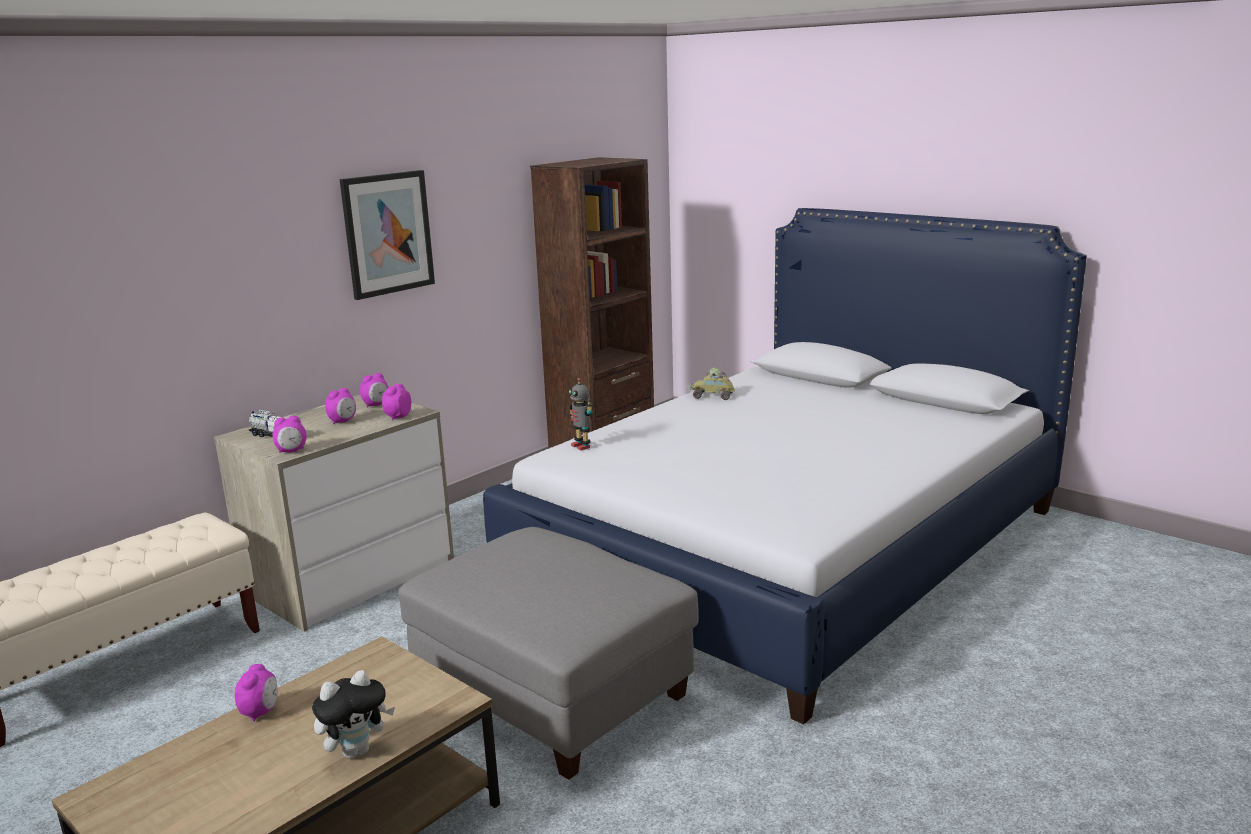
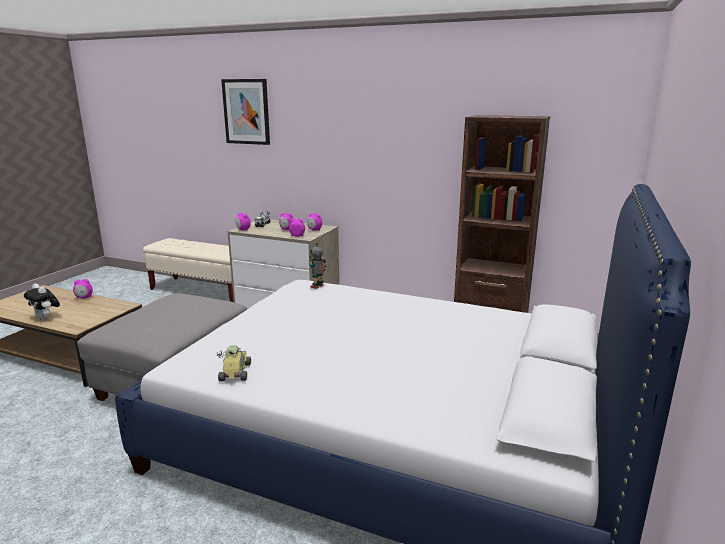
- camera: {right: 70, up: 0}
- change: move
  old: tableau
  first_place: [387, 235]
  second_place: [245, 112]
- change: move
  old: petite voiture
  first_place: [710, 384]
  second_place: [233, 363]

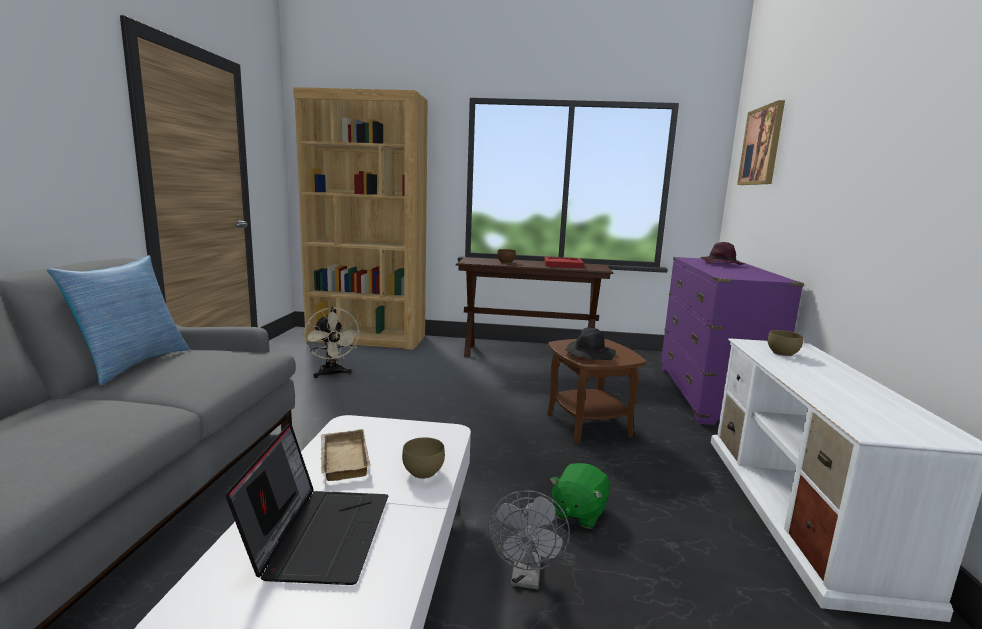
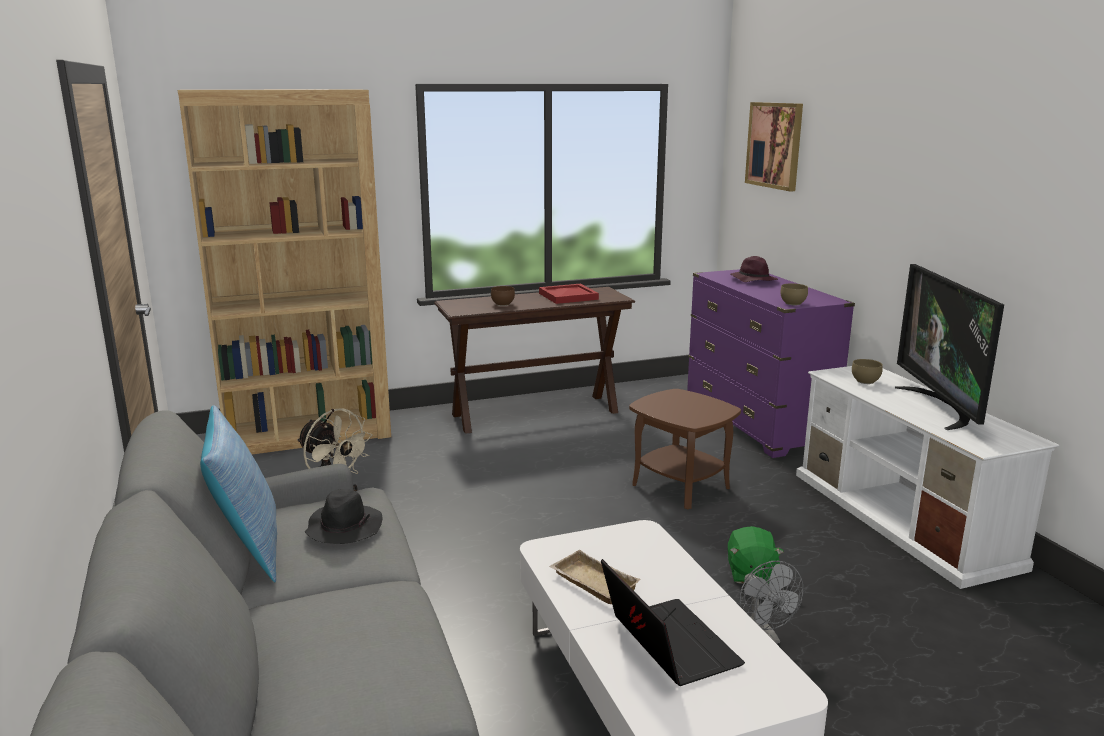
- camera: {right: -25, up: 5}
- change: insert
  new: téléviseur
  second_place: [949, 347]
- change: move
  old: bol [marron]
  first_place: [423, 458]
  second_place: [794, 294]
- change: move
  old: chapeau [noir]
  first_place: [590, 344]
  second_place: [343, 516]

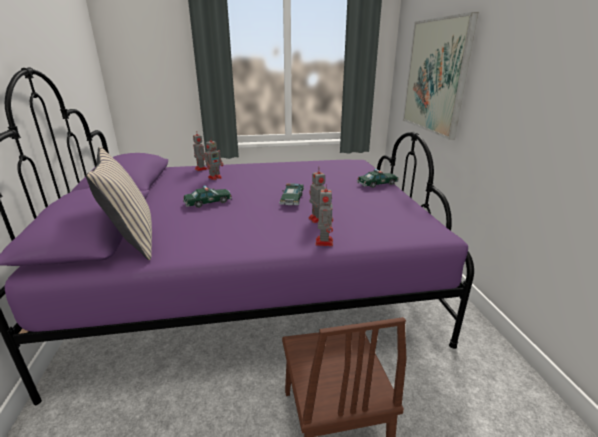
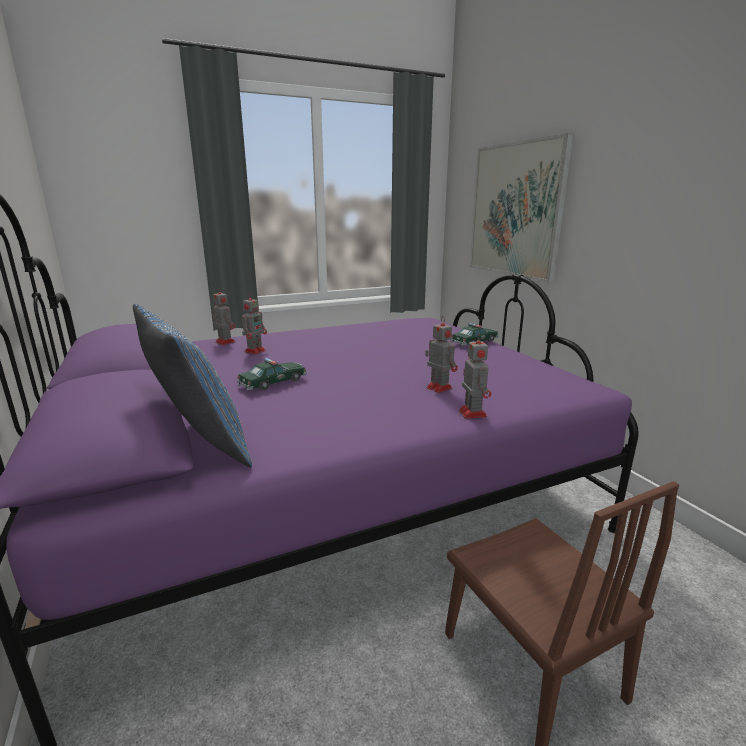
- camera: {right: -15, up: -5}
- change: delete
  old: petite voiture
  first_place: [291, 194]
- change: recolor
  old: coussin [beige]
  new: coussin [bleu]
  first_place: [119, 204]
  second_place: [192, 385]

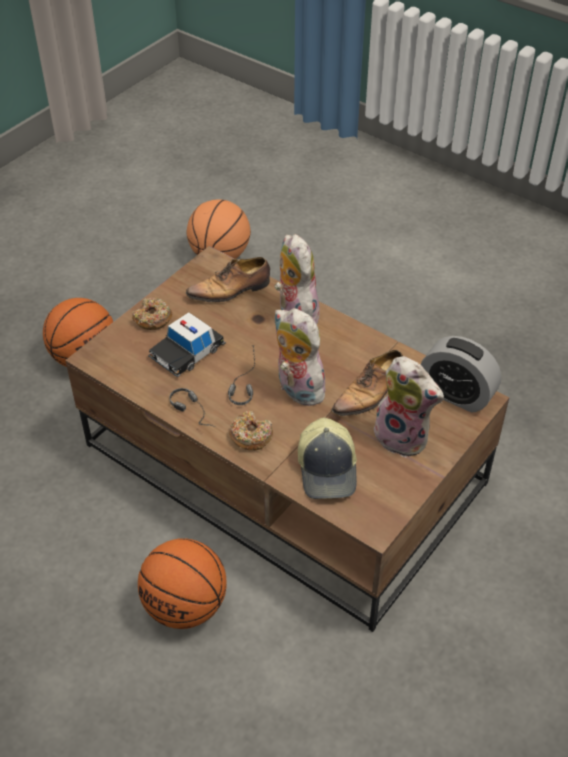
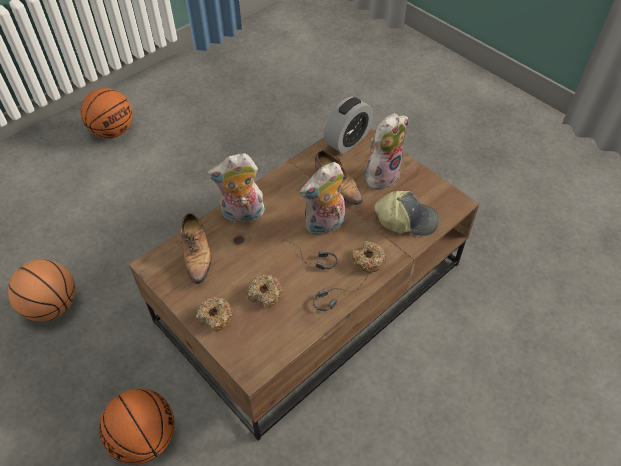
- camera: {right: -80, up: 5}
- change: move
  old: ballon de basket
  first_place: [182, 583]
  second_place: [106, 113]
- change: replace
  old: petite voiture
  new: beignet
  first_place: [187, 344]
  second_place: [265, 291]

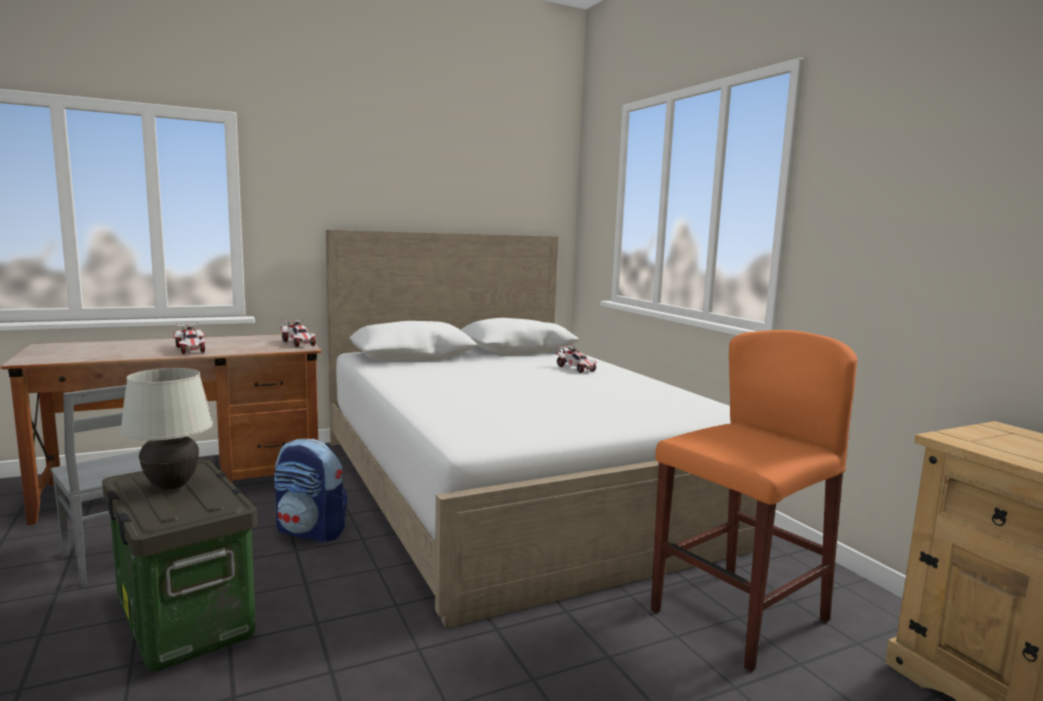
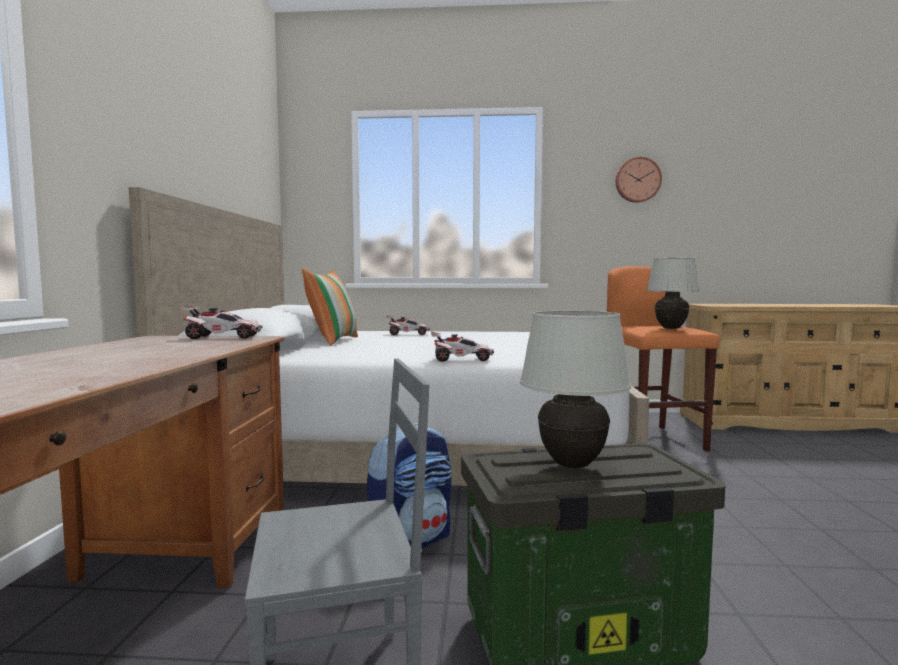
- camera: {right: -60, up: -5}
- change: insert
  new: coussin
  second_place: [330, 307]
- change: insert
  new: horloge murale
  second_place: [638, 180]
- change: insert
  new: lampe de table [blanc]
  second_place: [673, 293]
- change: move
  old: petite voiture
  first_place: [189, 338]
  second_place: [462, 346]

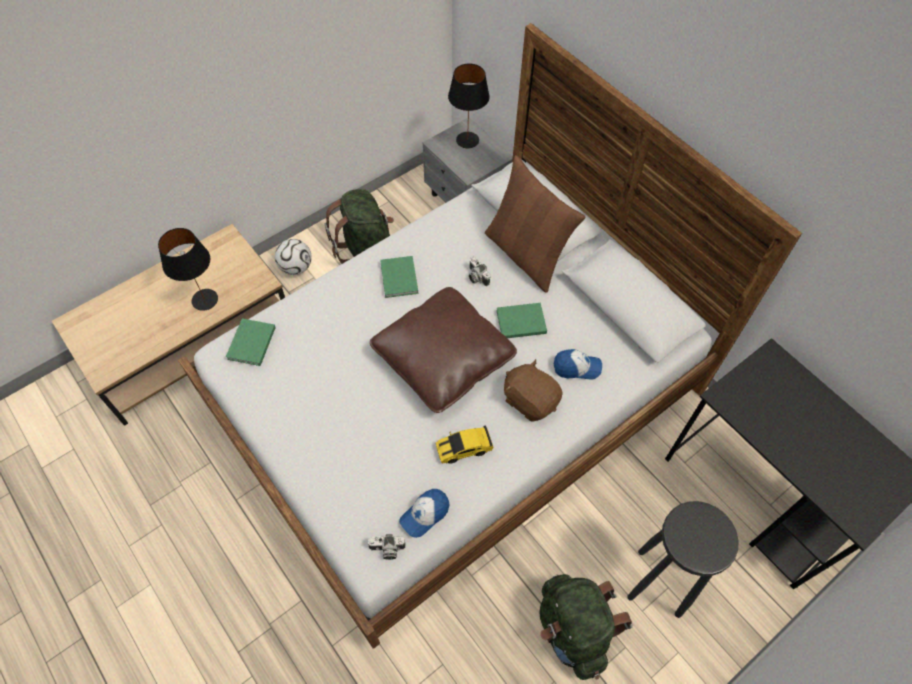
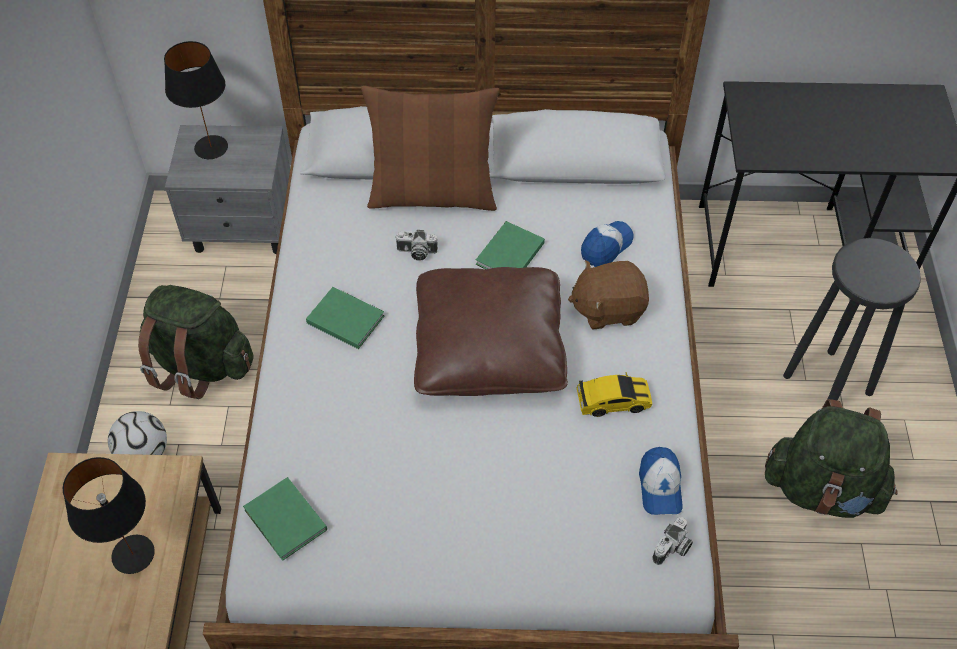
- camera: {right: -50, up: -5}
- change: rotate
  old: petite voiture
  first_place: [465, 445]
  second_place: [614, 394]
  degrees: -120

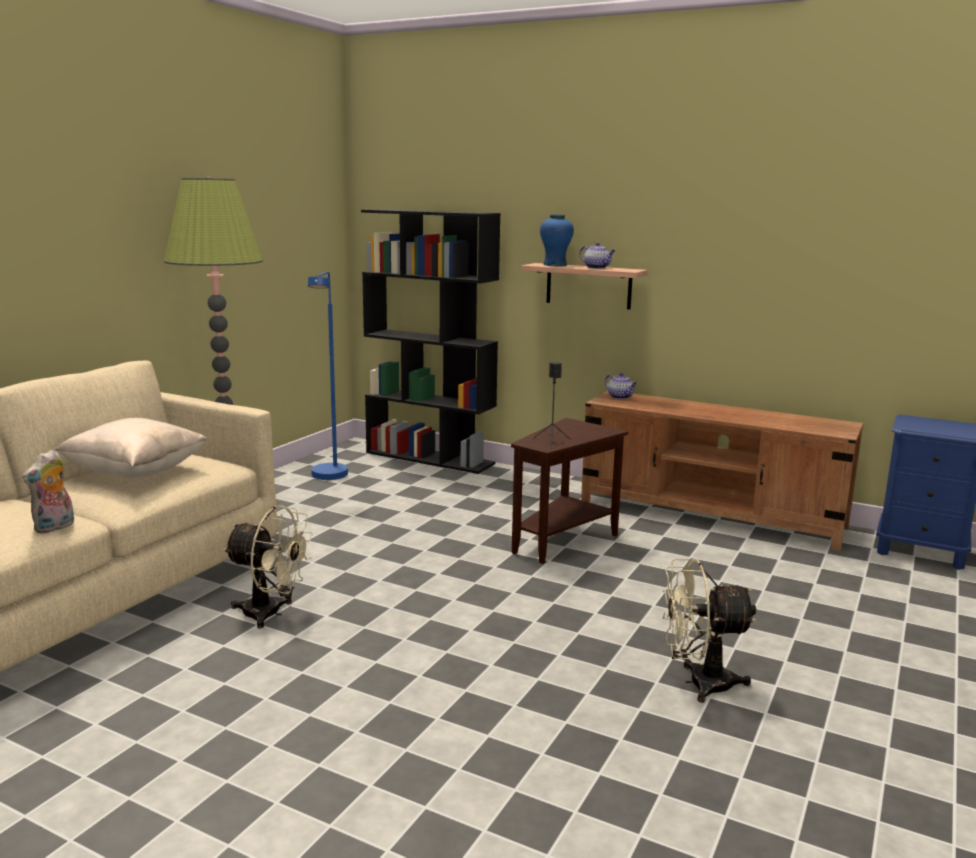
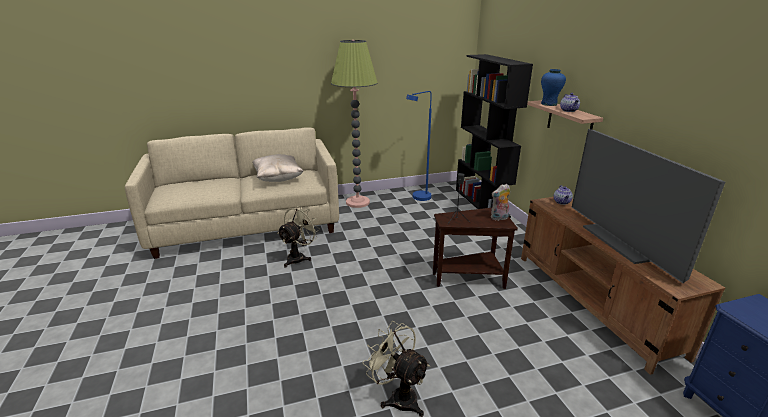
- camera: {right: 45, up: 10}
- change: insert
  new: téléviseur
  second_place: [648, 206]
- change: move
  old: peluche
  first_place: [48, 491]
  second_place: [500, 202]
- change: rotate
  old: ventilateur [beige]
  first_place: [268, 566]
  second_place: [298, 236]
  degrees: -120

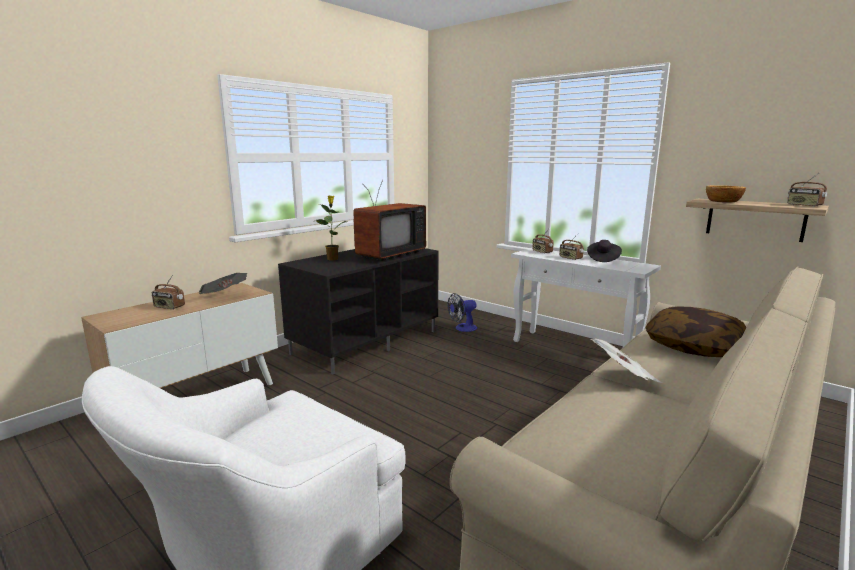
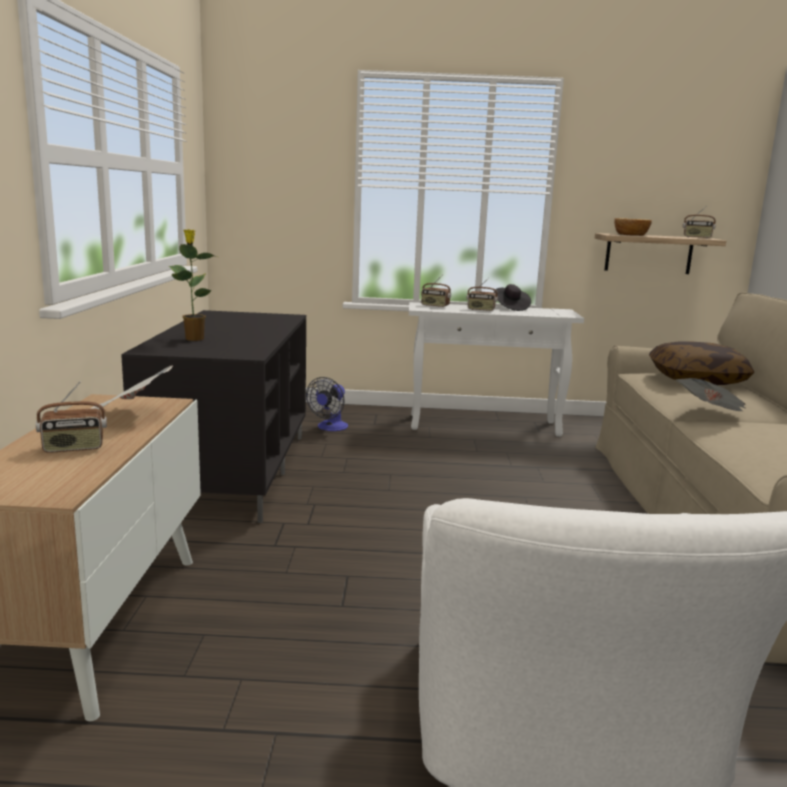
- camera: {right: -40, up: 0}
- change: delete
  old: téléviseur
  first_place: [389, 220]

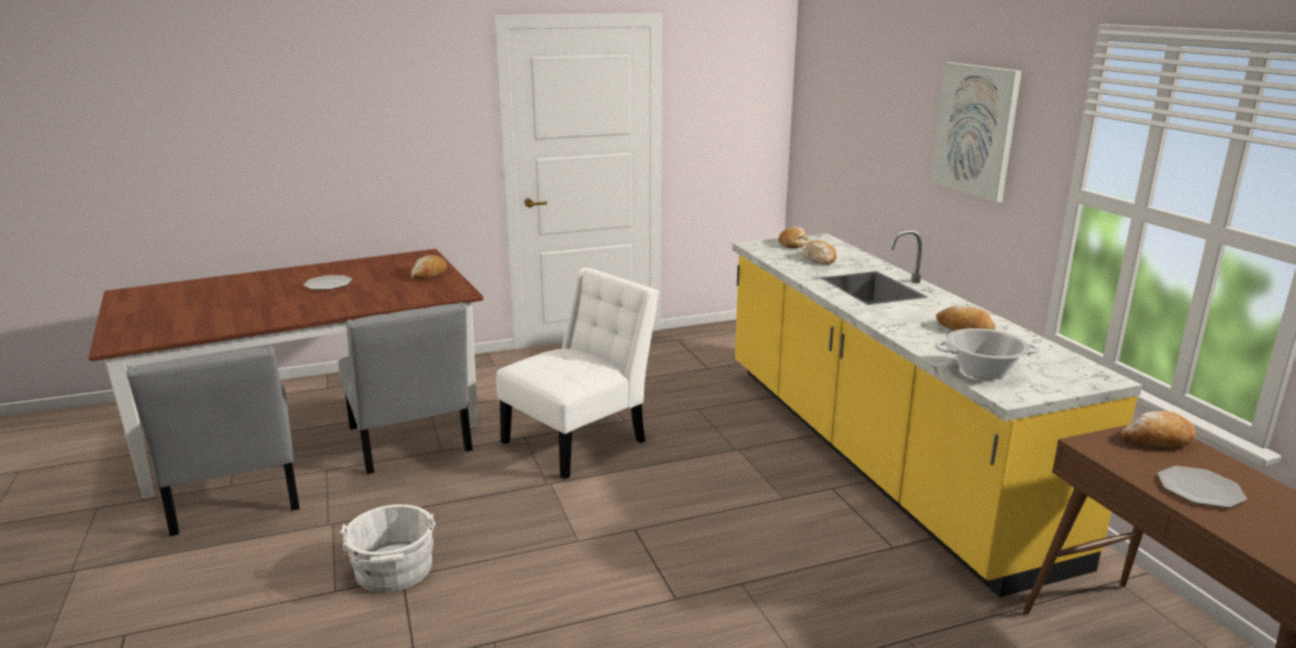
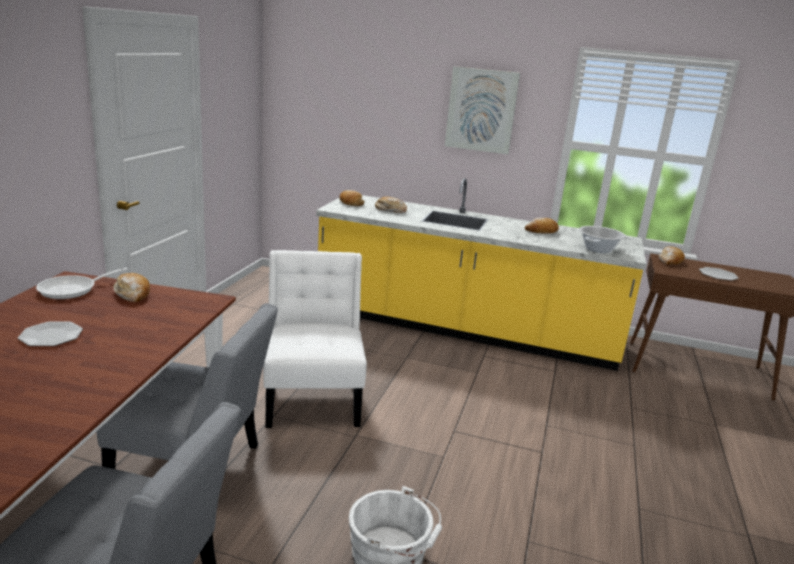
- camera: {right: -55, up: 0}
- change: insert
  new: poêle
  second_place: [82, 283]

